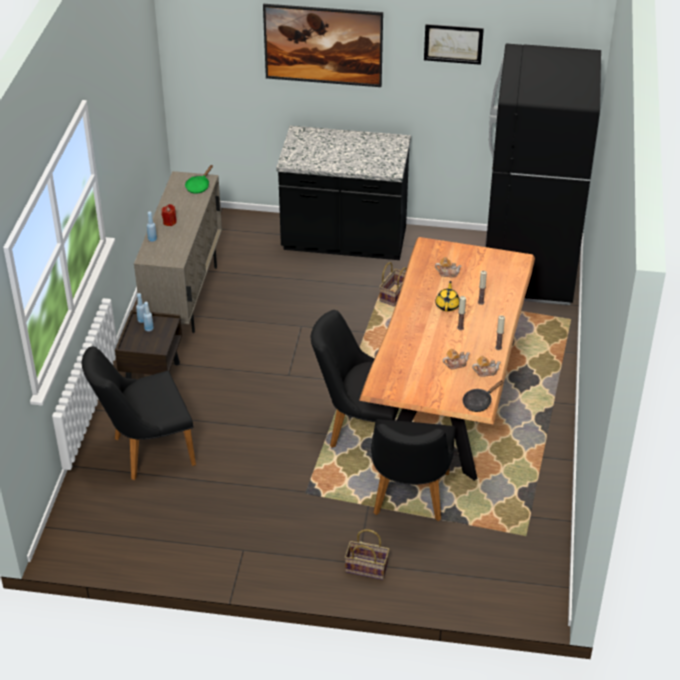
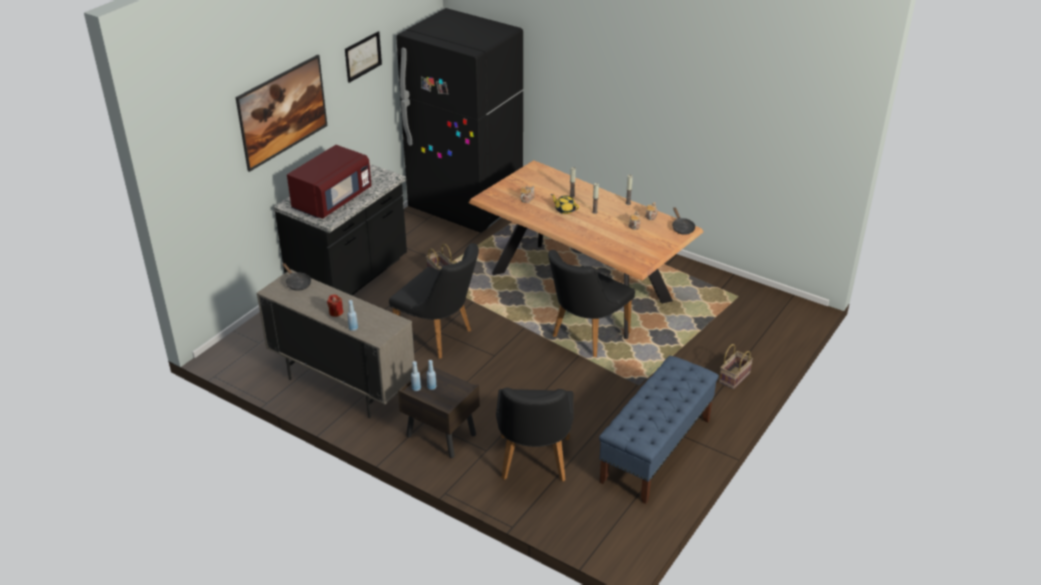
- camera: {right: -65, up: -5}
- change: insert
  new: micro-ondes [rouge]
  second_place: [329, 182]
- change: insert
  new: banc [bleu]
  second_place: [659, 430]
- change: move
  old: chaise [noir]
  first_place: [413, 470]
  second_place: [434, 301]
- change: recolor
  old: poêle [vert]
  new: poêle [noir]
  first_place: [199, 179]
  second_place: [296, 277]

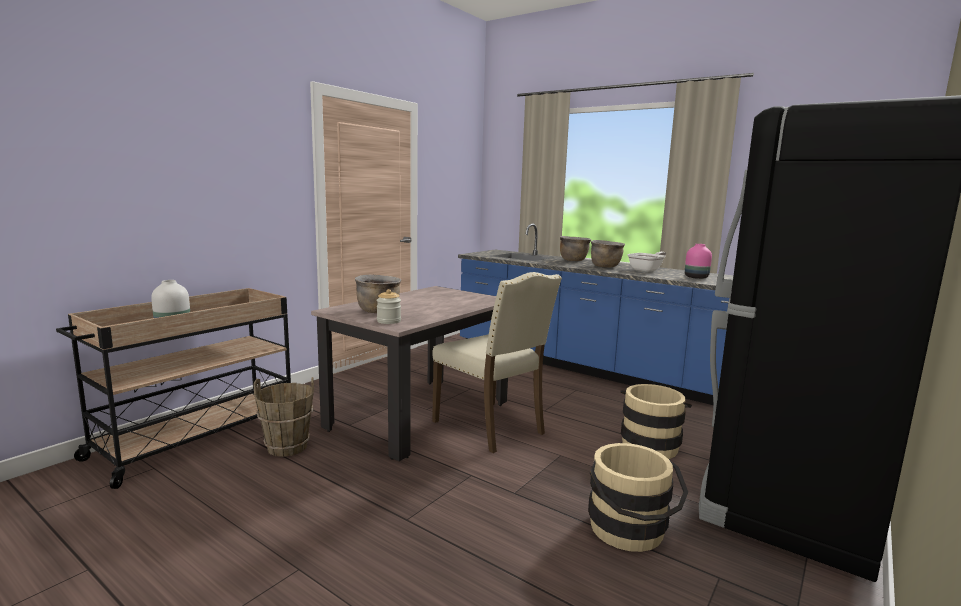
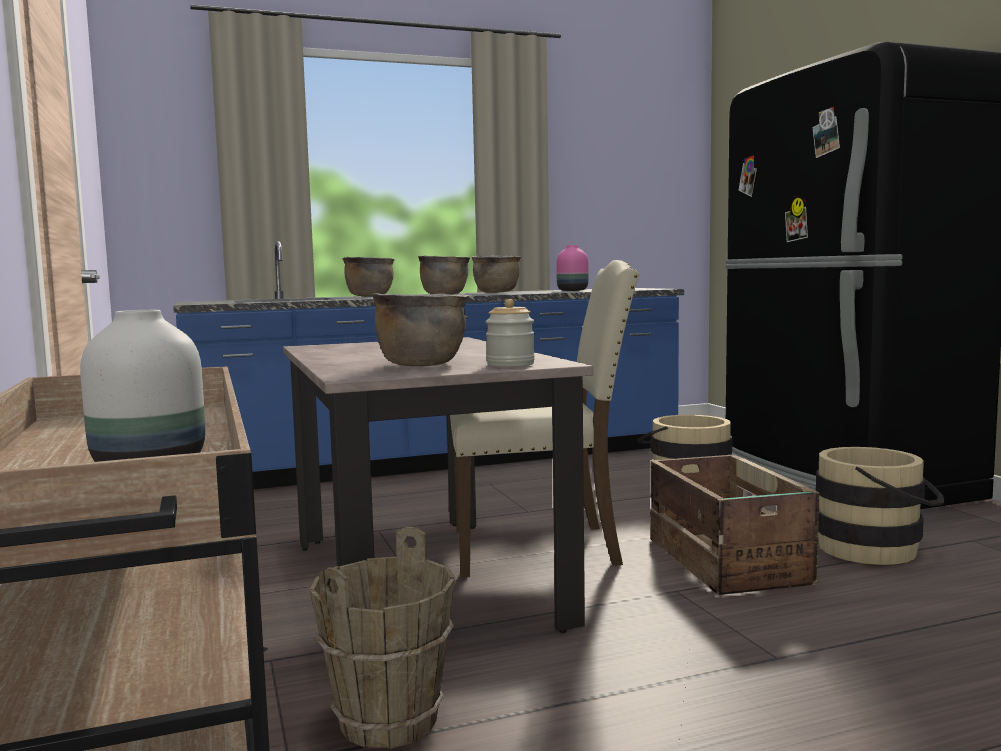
- camera: {right: -55, up: -5}
- change: insert
  new: caisse
  second_place: [734, 524]
- change: replace
  old: poêle
  new: marmite [marron]
  first_place: [646, 262]
  second_place: [496, 274]

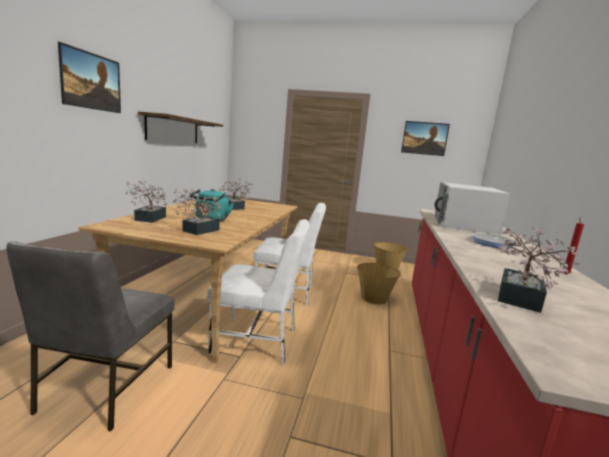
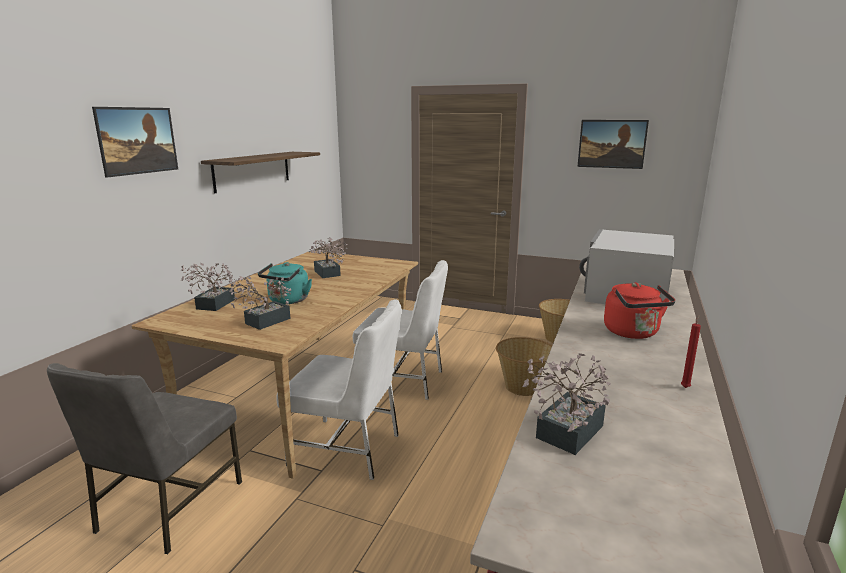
- camera: {right: 10, up: 5}
- change: replace
  old: poêle
  new: bouilloire [rouge]
  first_place: [500, 241]
  second_place: [639, 310]

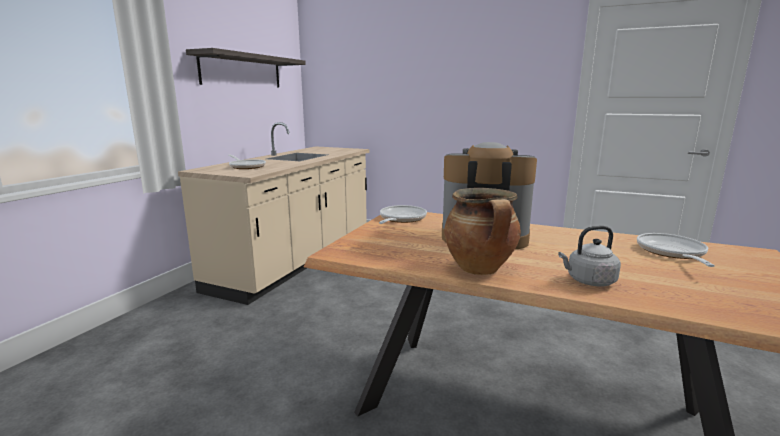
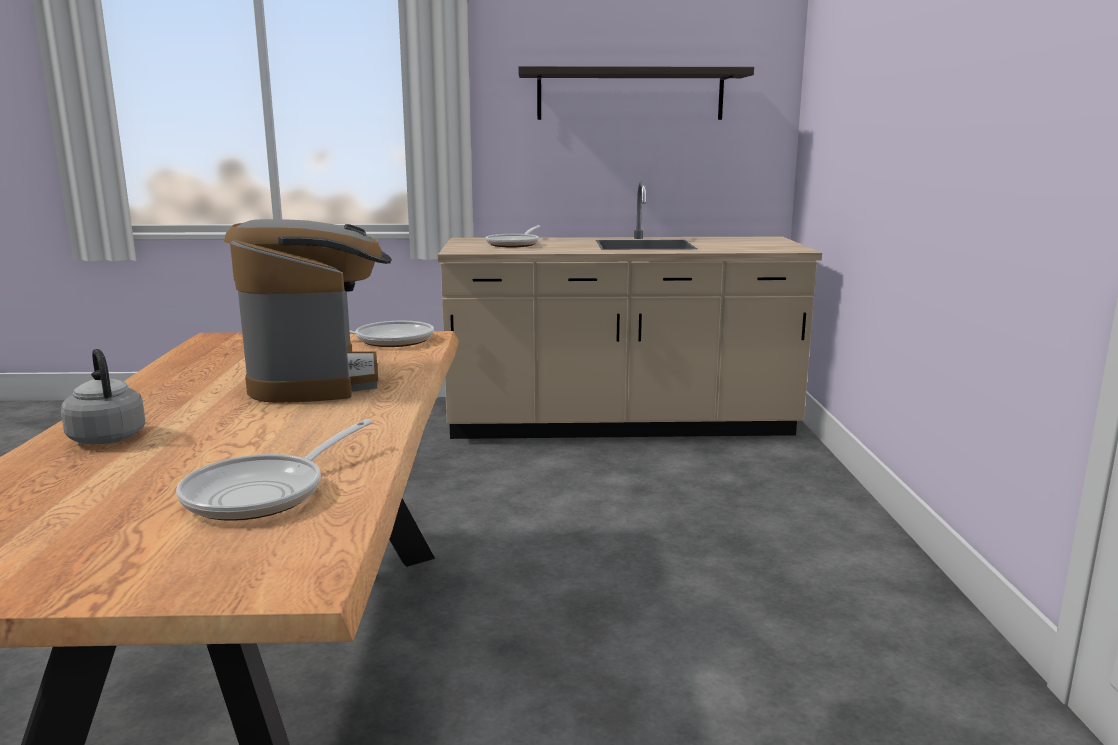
- camera: {right: 65, up: 0}
- change: delete
  old: marmite
  first_place: [482, 231]
- change: rotate
  old: poêle
  first_place: [676, 250]
  second_place: [274, 470]
  degrees: 135

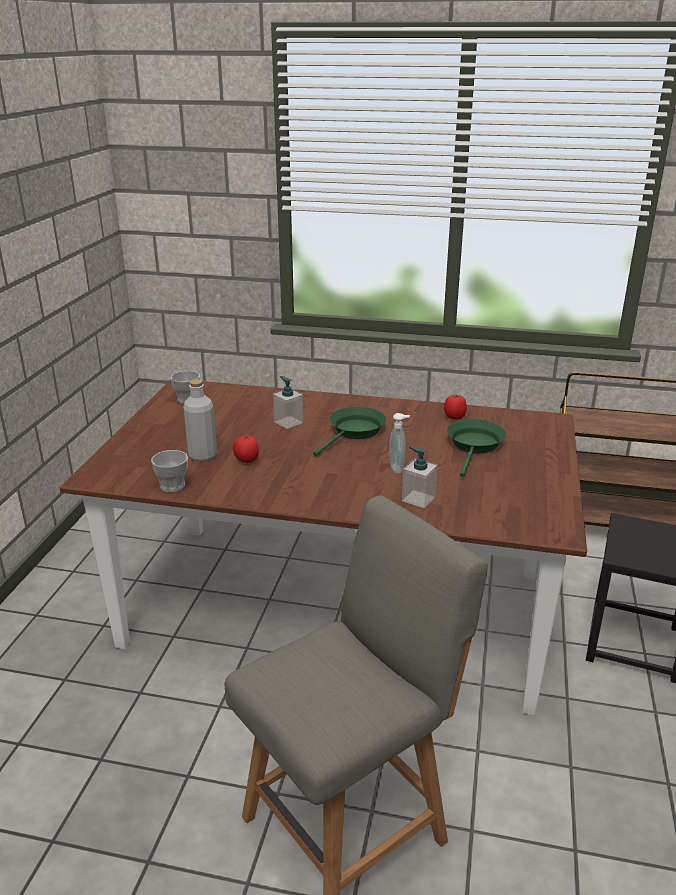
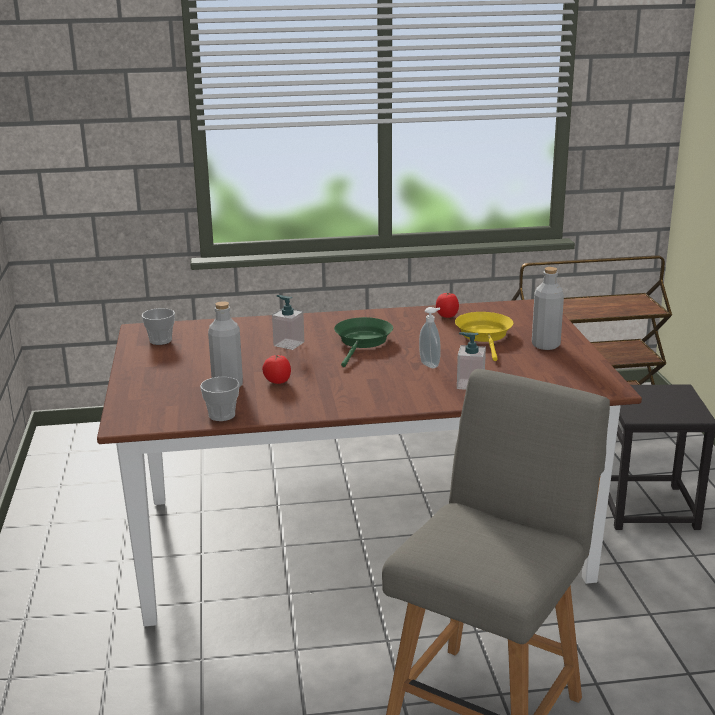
- camera: {right: -20, up: -5}
- change: insert
  new: bouteille [gris]
  second_place: [548, 308]
- change: recolor
  old: poêle [vert]
  new: poêle [jaune]
  first_place: [476, 448]
  second_place: [484, 336]

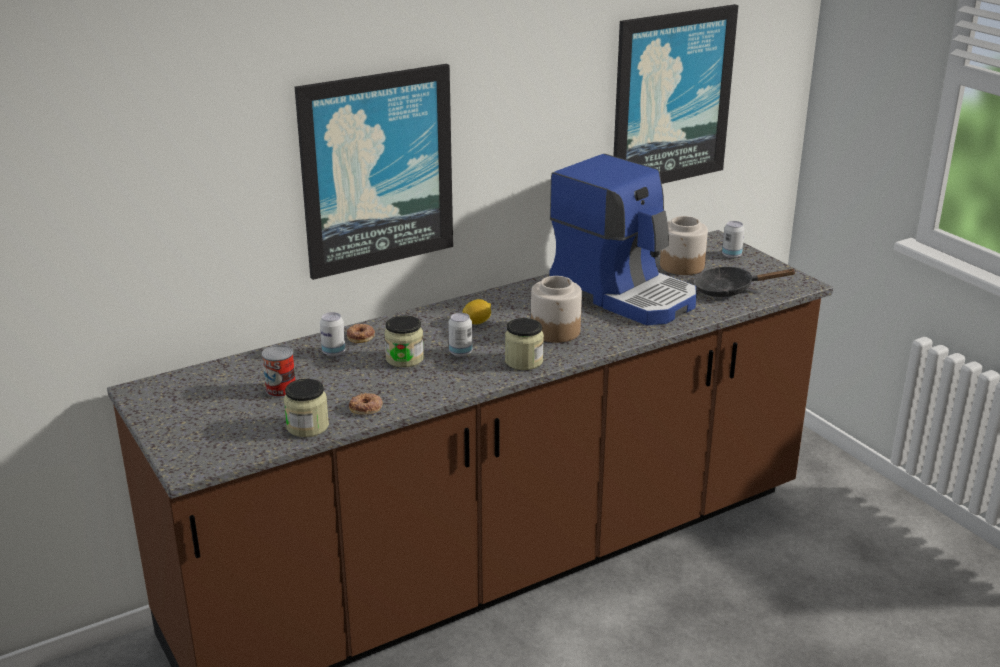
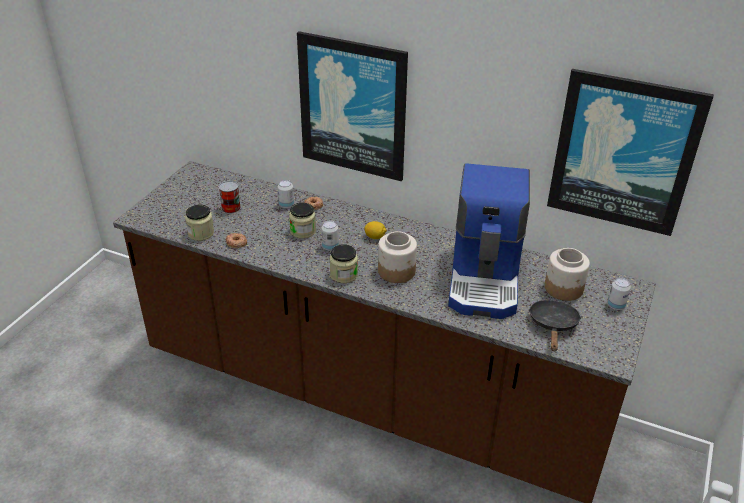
- camera: {right: 55, up: 10}
- change: rotate
  old: poêle [noir]
  first_place: [745, 282]
  second_place: [555, 325]
  degrees: 45

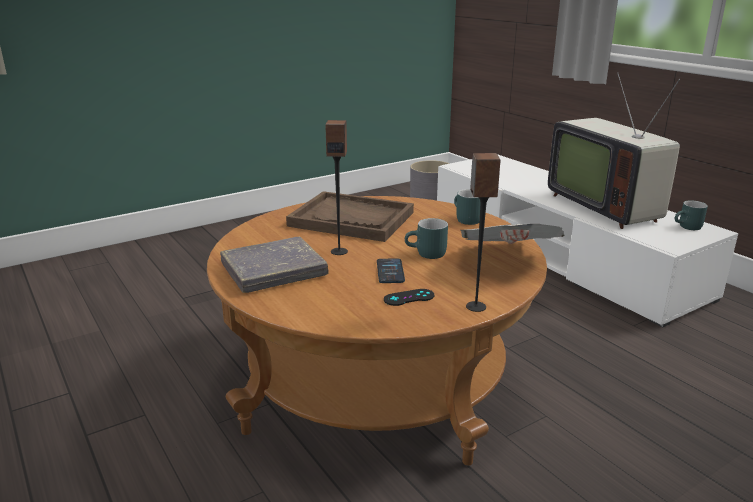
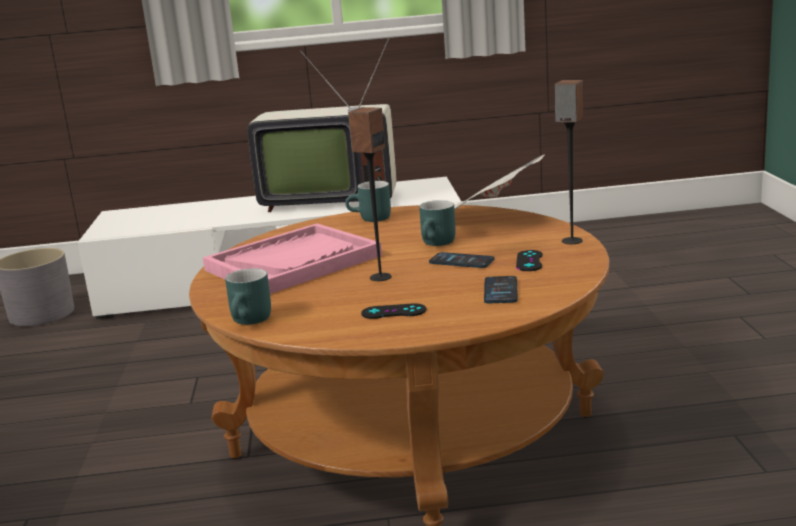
- camera: {right: -60, up: -5}
- change: insert
  new: téléphone
  second_place: [501, 289]
- change: move
  old: mug [turquoise]
  first_place: [691, 215]
  second_place: [248, 296]
- change: replace
  old: livre [gris]
  new: manette [noir]
  first_place: [274, 265]
  second_place: [394, 311]
- change: recolor
  old: plateau [marron]
  new: plateau [rose]
  first_place: [350, 216]
  second_place: [292, 258]

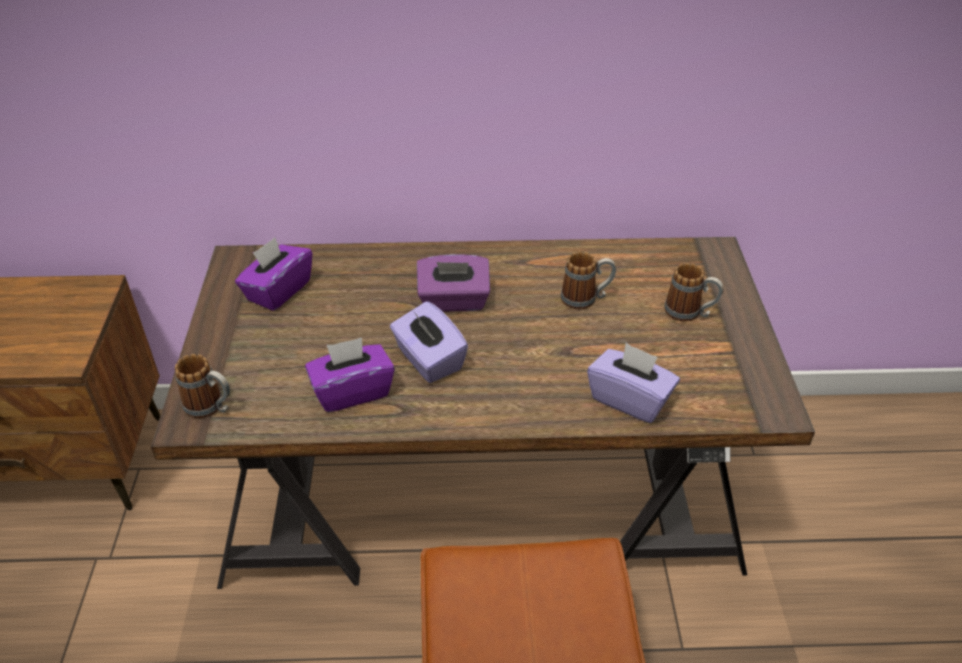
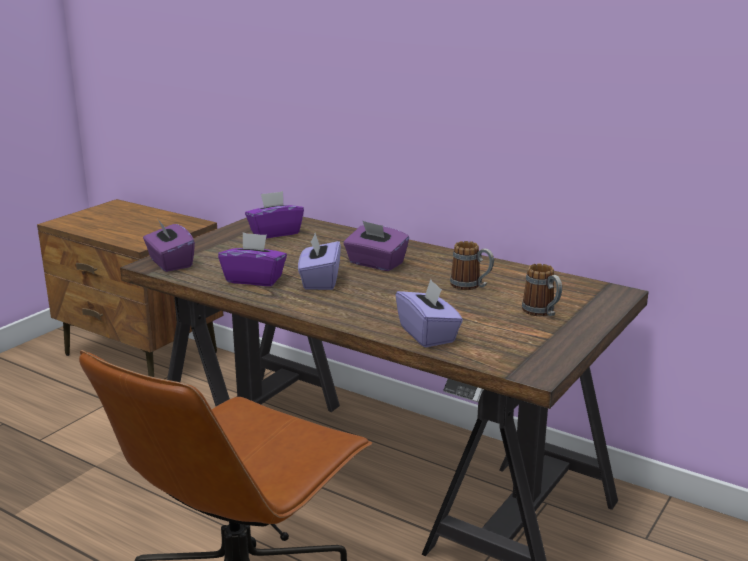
- camera: {right: 35, up: -20}
- change: replace
  old: mug
  new: boîte à mouchoirs [violet]
  first_place: [202, 386]
  second_place: [169, 246]

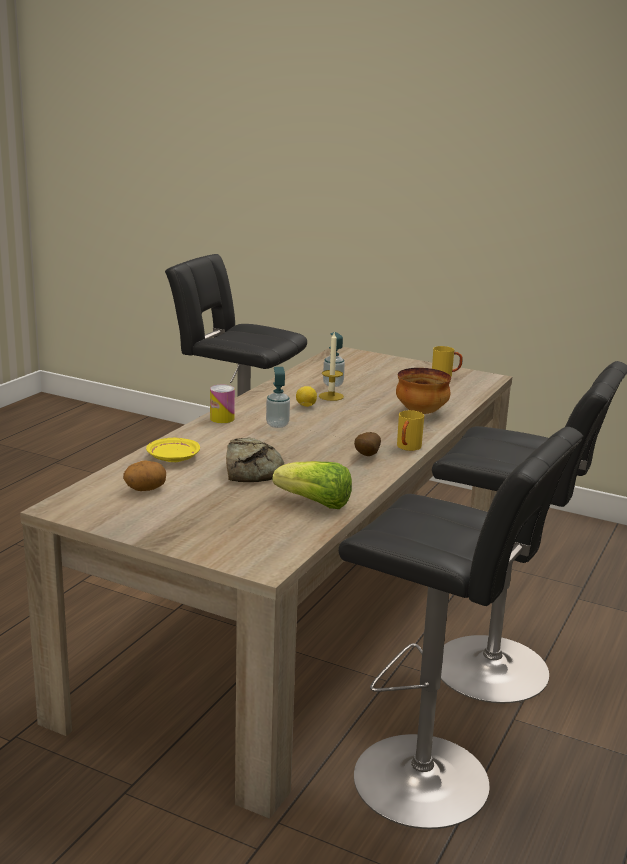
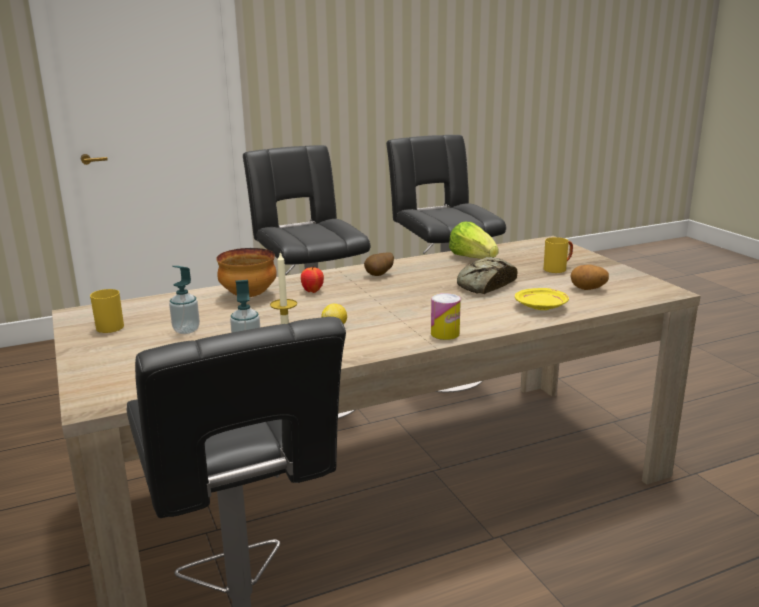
- camera: {right: -140, up: 0}
- change: insert
  new: pomme
  second_place: [312, 279]
- change: move
  old: distributeur de savon
  first_place: [278, 397]
  second_place: [184, 300]
- change: move
  old: mug [jaune]
  first_place: [410, 430]
  second_place: [558, 255]

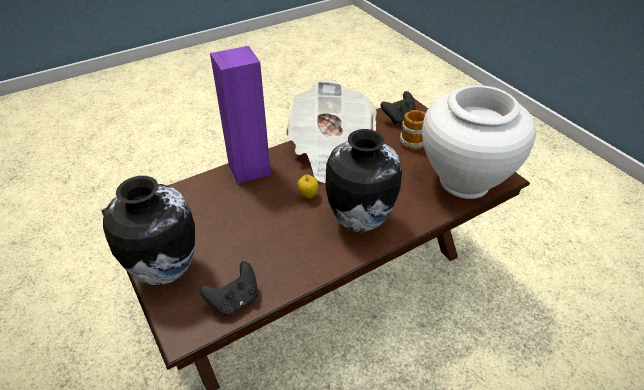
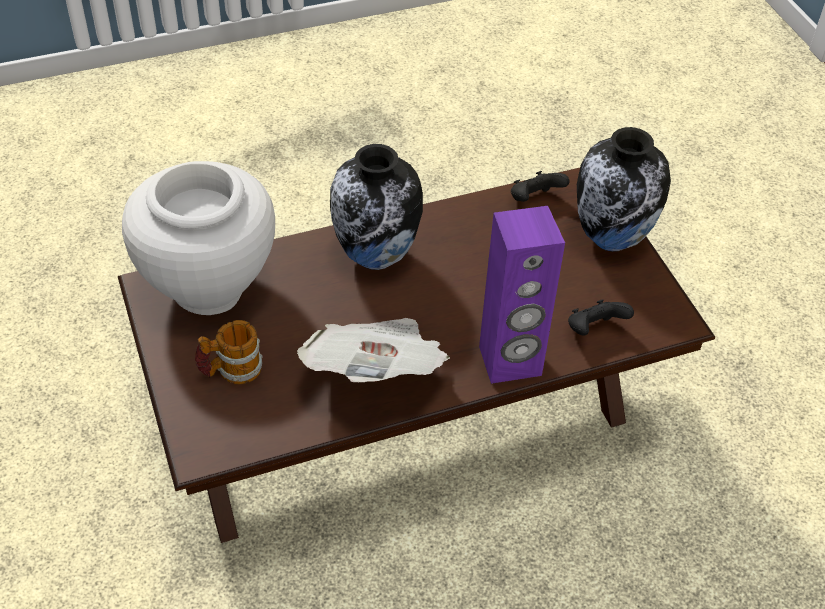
- camera: {right: -170, up: 5}
- change: delete
  old: pomme
  first_place: [308, 186]
- change: move
  old: manette [noir]
  first_place: [398, 107]
  second_place: [601, 317]

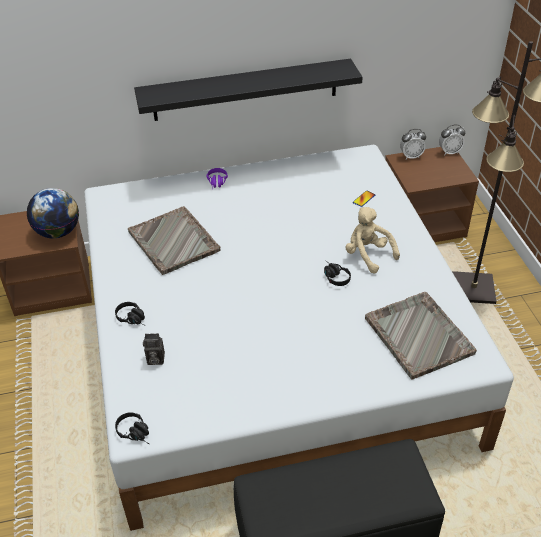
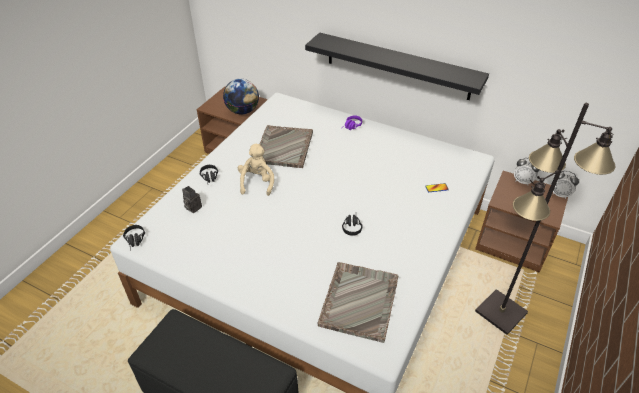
- camera: {right: 40, up: 0}
- change: move
  old: peluche [beige]
  first_place: [372, 240]
  second_place: [256, 170]

